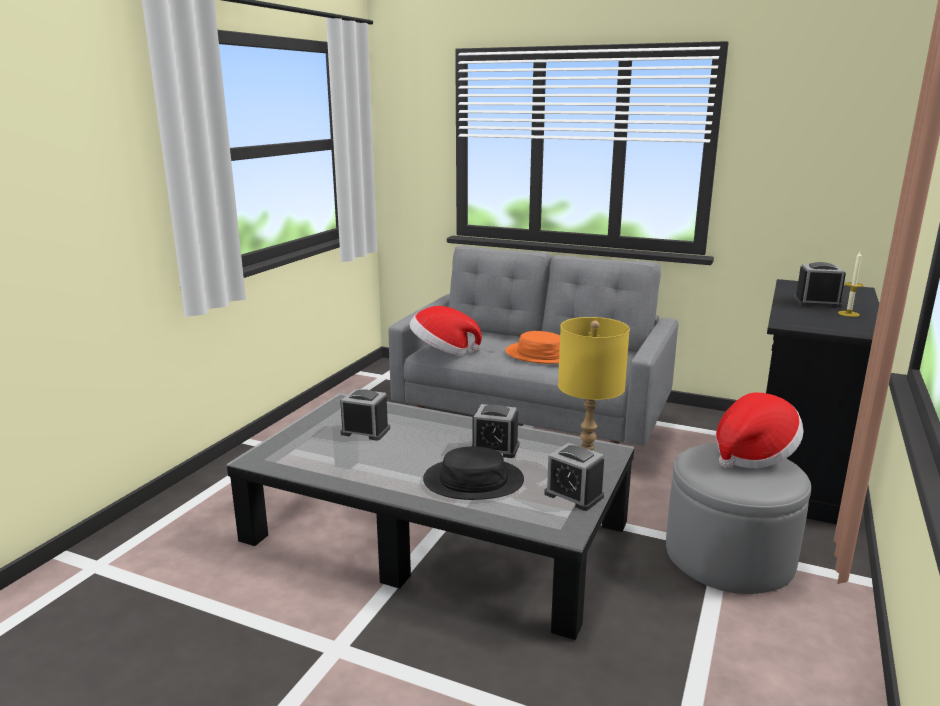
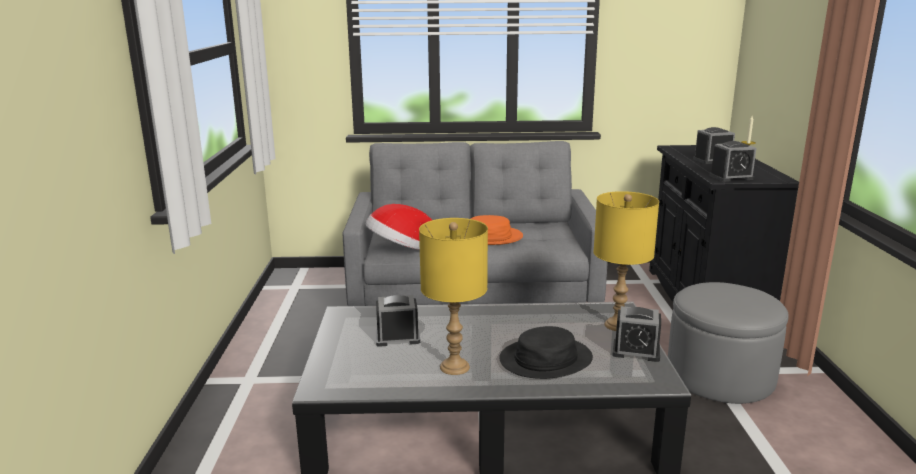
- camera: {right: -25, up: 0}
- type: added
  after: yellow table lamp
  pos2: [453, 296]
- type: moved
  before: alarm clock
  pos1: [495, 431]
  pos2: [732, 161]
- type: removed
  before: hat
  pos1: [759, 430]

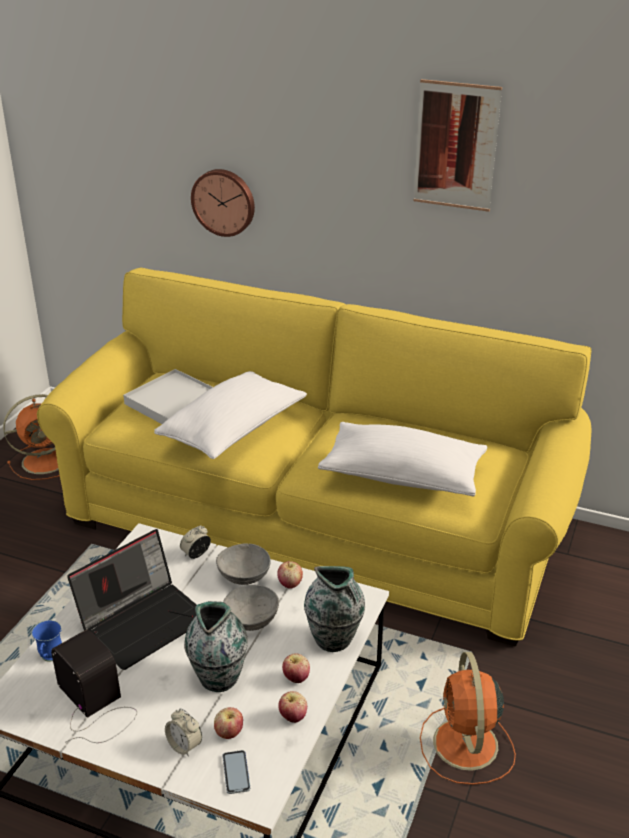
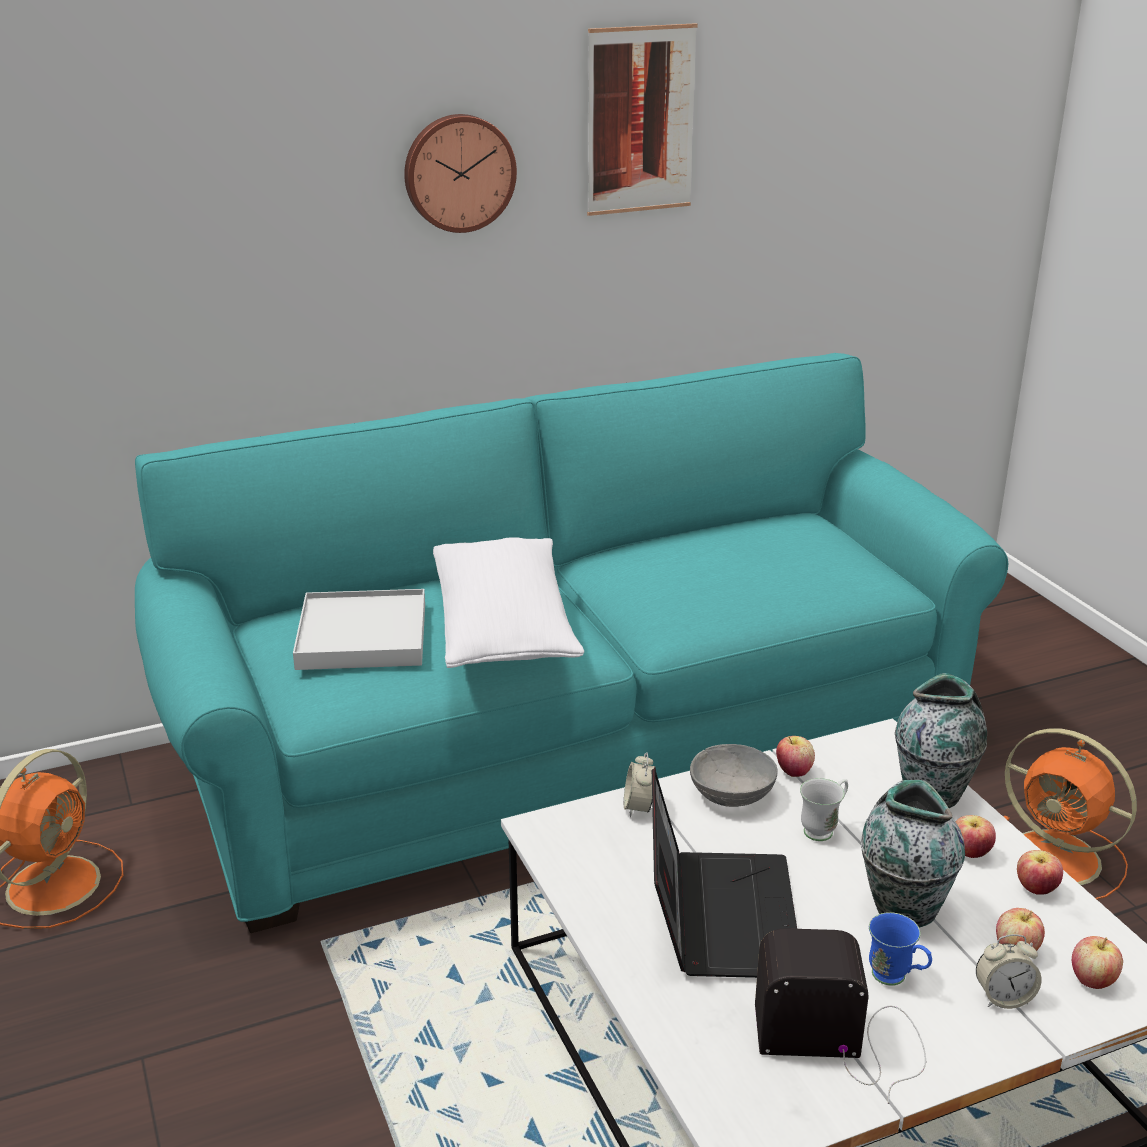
- camera: {right: -45, up: -5}
- type: recoloured
  before: yellow sofa
  after: turquoise sofa
  pos1: [314, 456]
  pos2: [571, 643]
- type: moved
  before: wall clock
  pos1: [223, 203]
  pos2: [460, 173]
- type: replaced
  before: grey bowl
  after: white mug
  pos1: [251, 608]
  pos2: [824, 809]
- type: moved
  before: blue mug
  pos1: [47, 641]
  pos2: [900, 949]
- type: replaced
  before: phone
  after: apple
  pos1: [236, 772]
  pos2: [1097, 962]
- type: removed
  before: white pillow
  pos1: [402, 459]

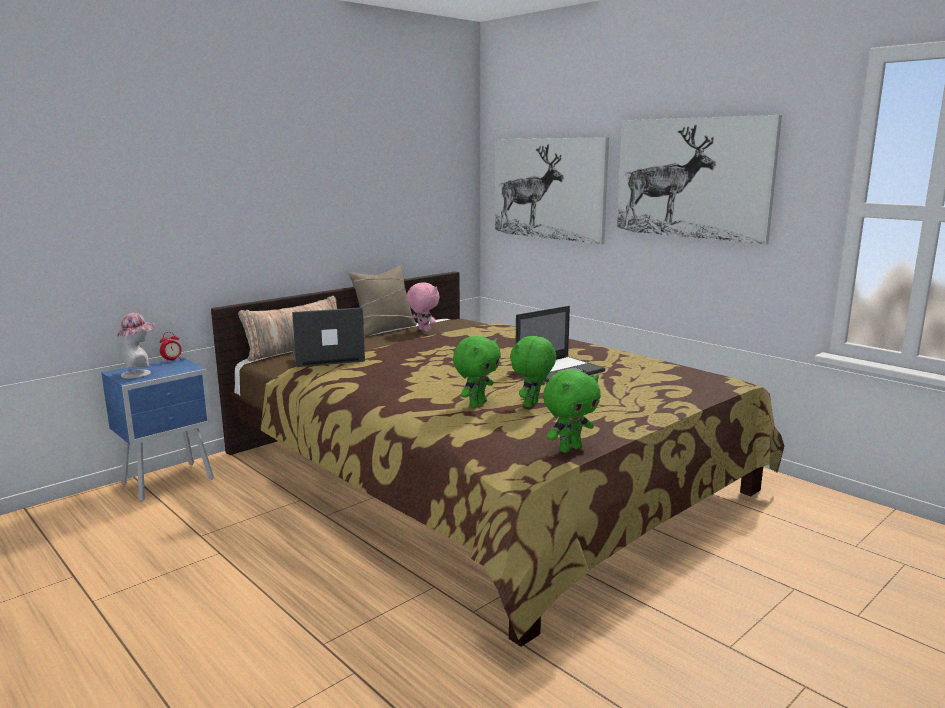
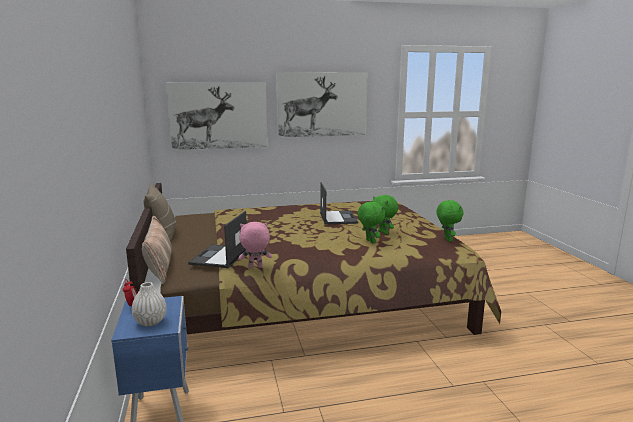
- camera: {right: -60, up: 0}
- type: replaced
  before: hat
  after: white vase
  pos1: [135, 346]
  pos2: [149, 304]
- type: moved
  before: pink plush toy
  pos1: [423, 307]
  pos2: [255, 245]

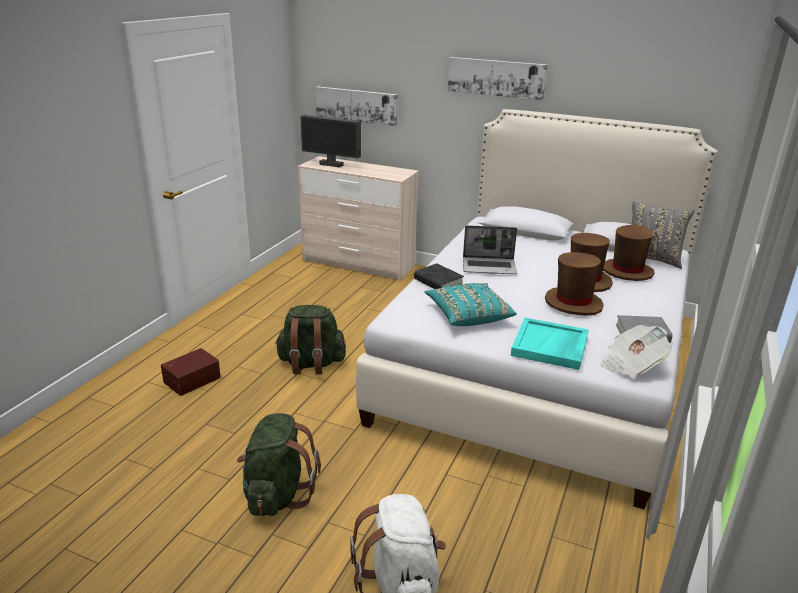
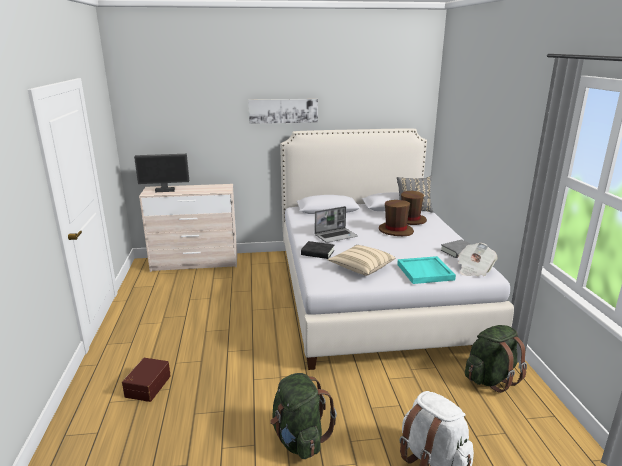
- camera: {right: -30, up: -5}
- type: recoloured
  before: turquoise pillow
  after: beige pillow
  pos1: [470, 304]
  pos2: [361, 260]
- type: moved
  before: green backpack
  pos1: [310, 339]
  pos2: [496, 359]
- type: removed
  before: picture
  pos1: [356, 106]
- type: removed
  before: brown hat
  pos1: [574, 283]

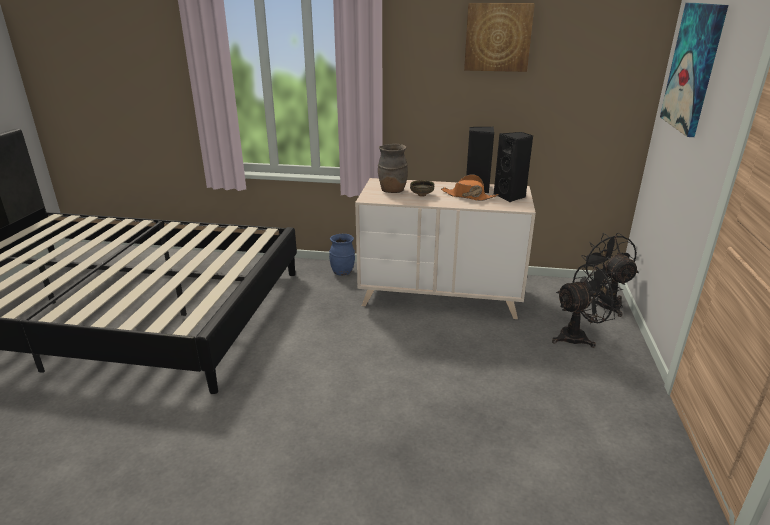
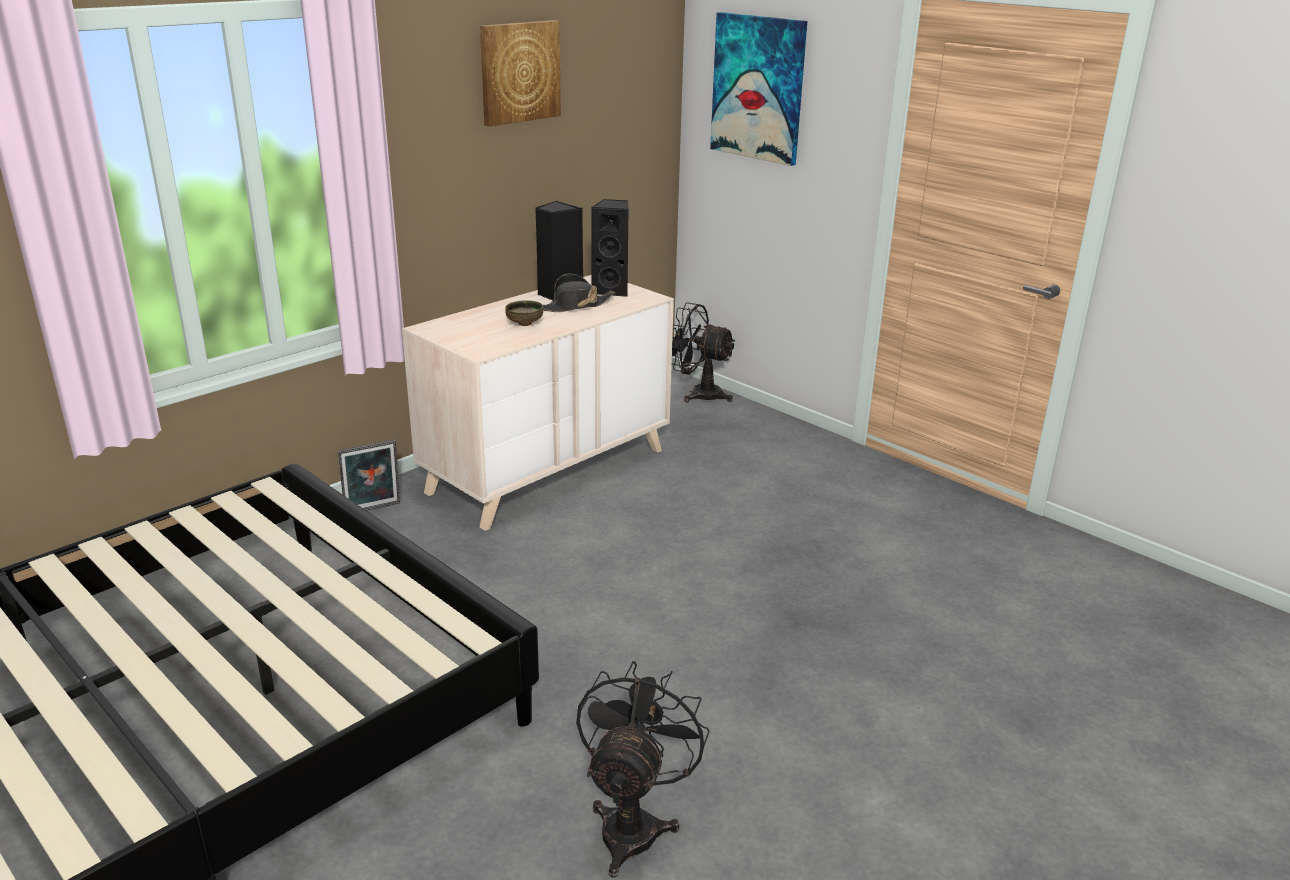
- camera: {right: -55, up: 0}
- type: replaced
  before: blue vase
  after: picture frame
  pos1: [342, 254]
  pos2: [369, 475]
- type: recoloured
  before: orange hat
  after: black hat
  pos1: [470, 187]
  pos2: [579, 293]
- type: moved
  before: black fan
  pos1: [587, 305]
  pos2: [643, 769]
- type: removed
  before: brown vase
  pos1: [393, 168]

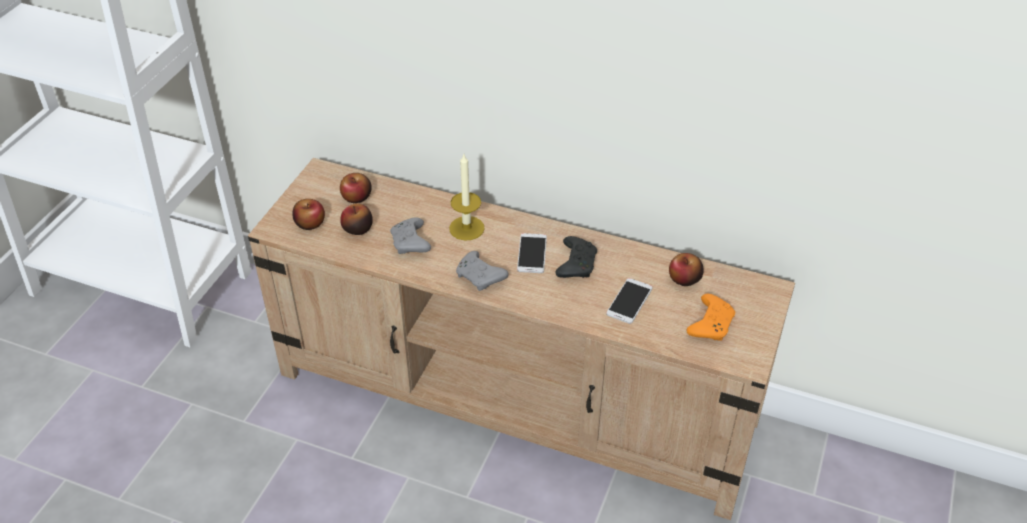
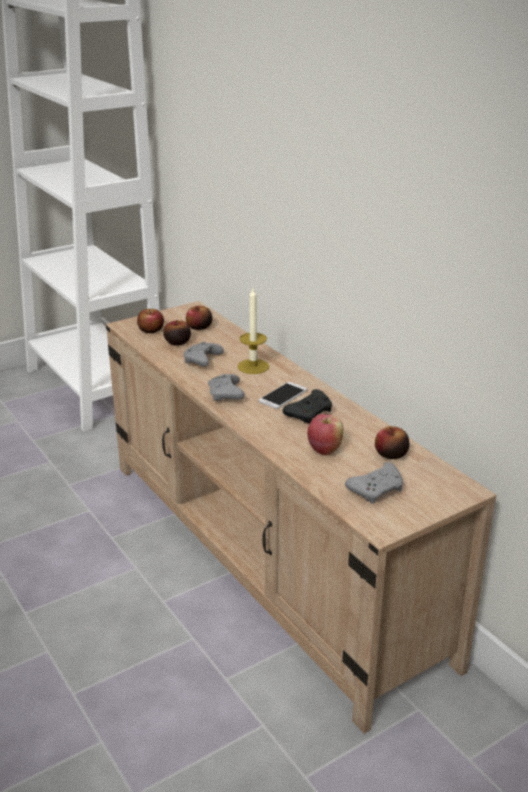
- camera: {right: 35, up: -15}
- type: replaced
  before: phone
  after: apple
  pos1: [629, 301]
  pos2: [325, 434]
- type: recoloured
  before: orange game controller
  after: grey game controller
  pos1: [711, 317]
  pos2: [374, 483]

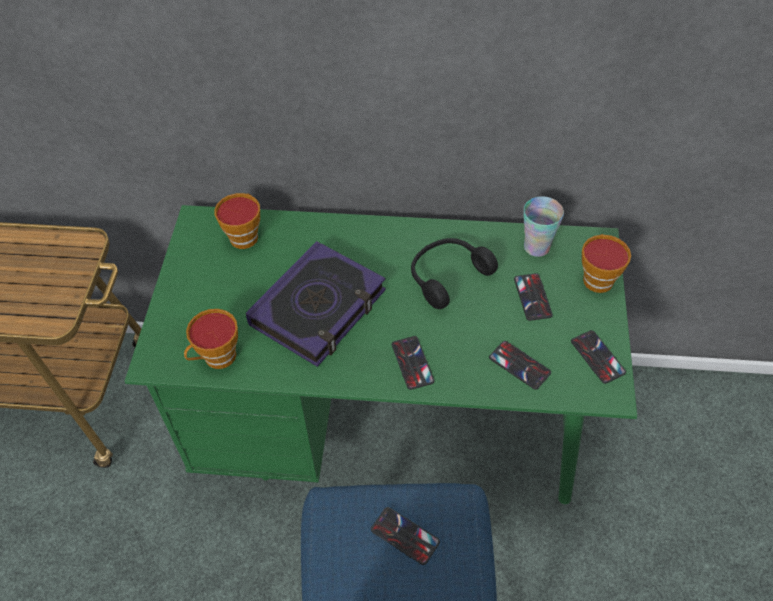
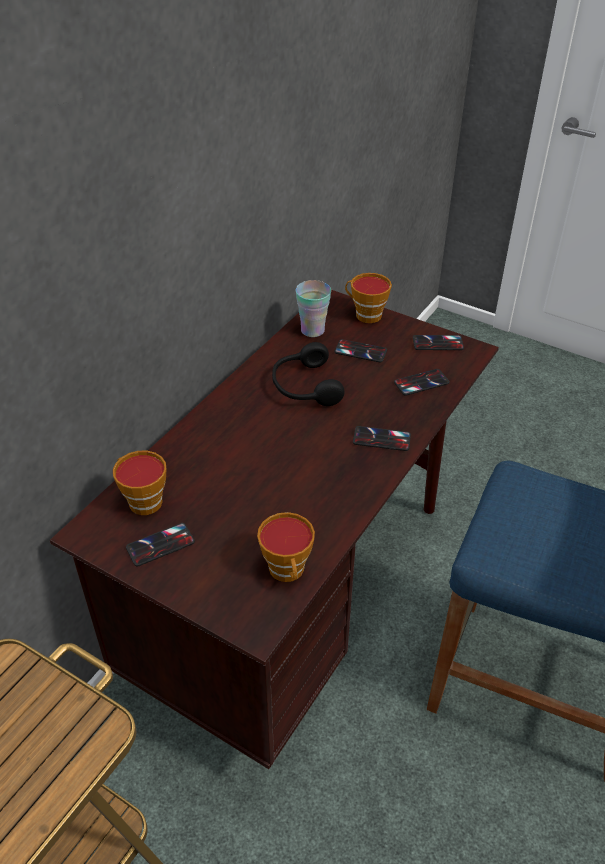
- camera: {right: -65, up: -10}
- type: recoloured
  before: green desk
  after: brown desk
  pos1: [381, 355]
  pos2: [274, 529]
- type: moved
  before: phone
  pos1: [405, 536]
  pos2: [160, 545]
- type: removed
  before: book
  pos1: [316, 304]

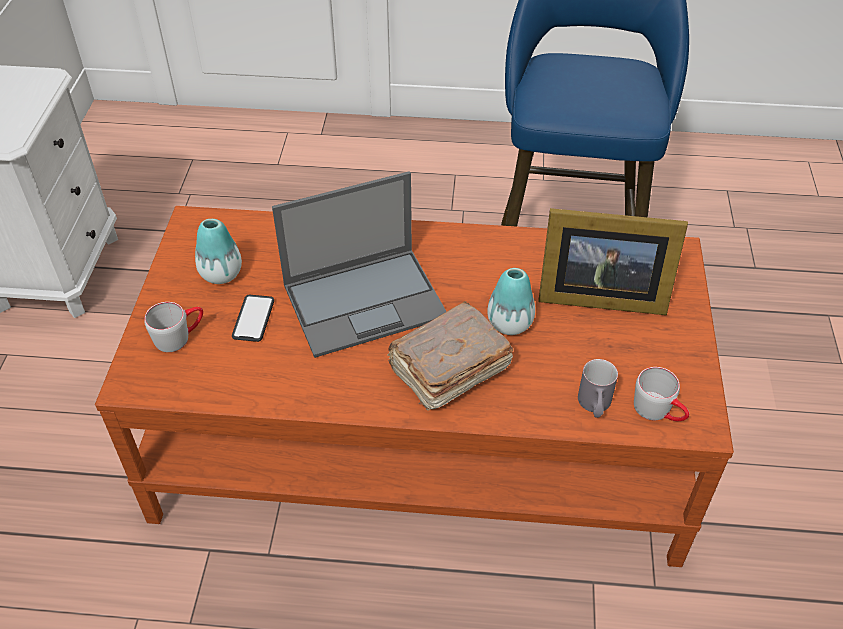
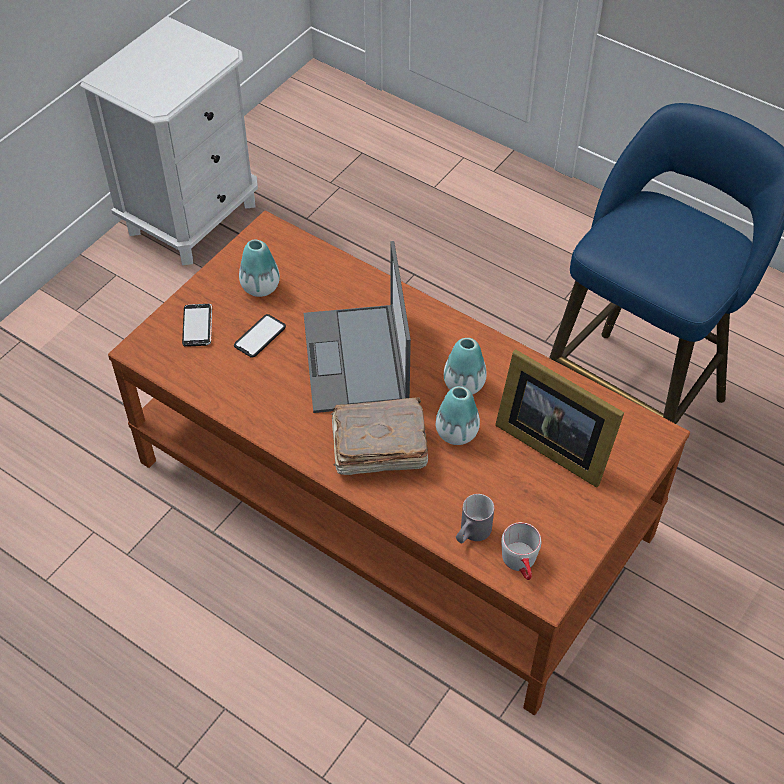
- camera: {right: 30, up: 5}
- type: replaced
  before: grey mug
  after: phone
  pos1: [173, 327]
  pos2: [197, 325]
- type: turned
  before: laptop
  pos1: [359, 264]
  pos2: [357, 327]
  turn: 75
- type: added
  after: vase
  pos2: [465, 366]

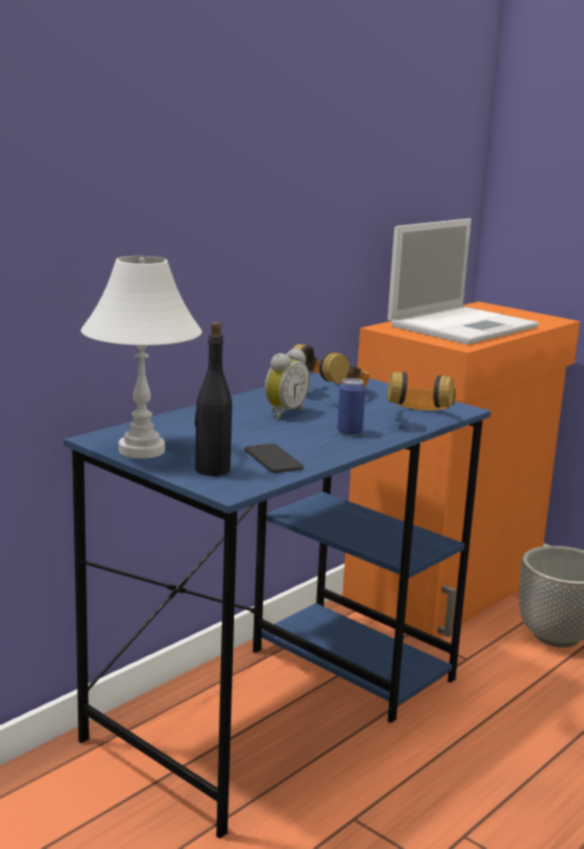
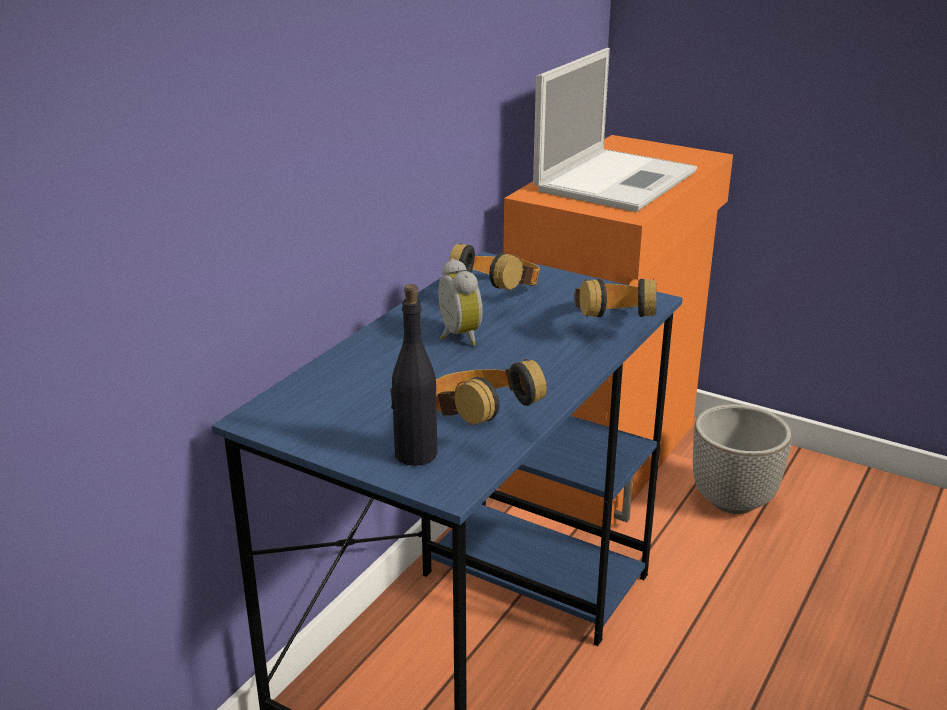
- camera: {right: -10, up: 10}
- type: replaced
  before: phone
  after: headphones
  pos1: [274, 458]
  pos2: [491, 392]
- type: turned
  before: alarm clock
  pos1: [287, 383]
  pos2: [460, 302]
  turn: -45
- type: removed
  before: white table lamp
  pos1: [141, 357]
- type: removed
  before: can
  pos1: [351, 406]

